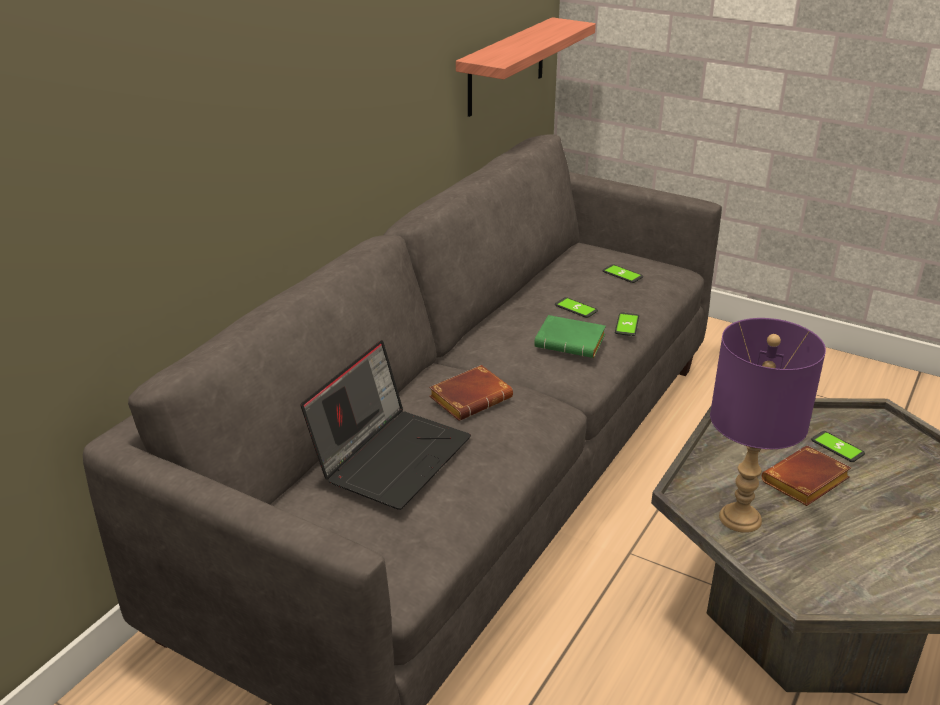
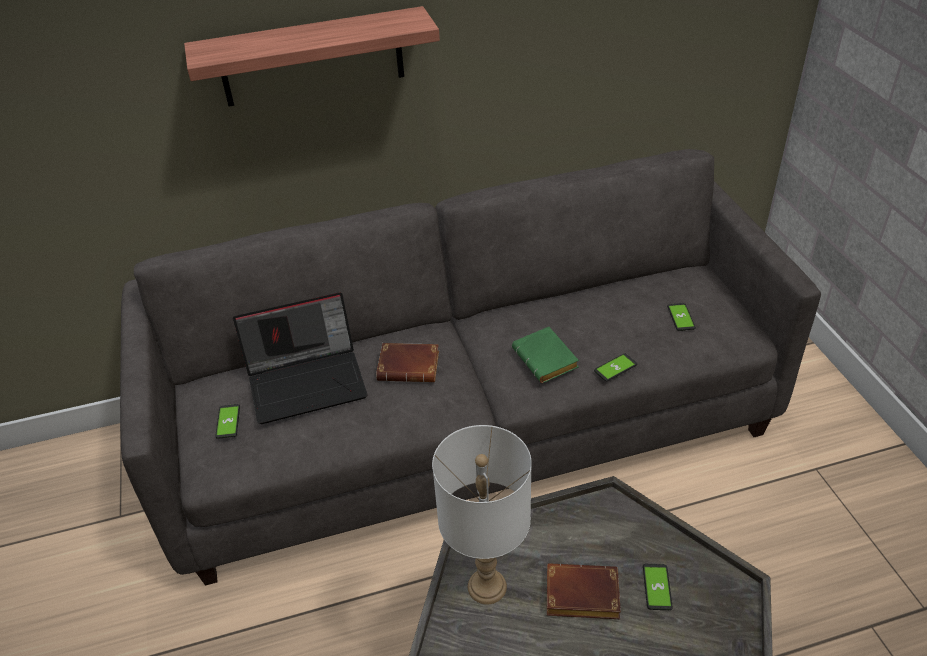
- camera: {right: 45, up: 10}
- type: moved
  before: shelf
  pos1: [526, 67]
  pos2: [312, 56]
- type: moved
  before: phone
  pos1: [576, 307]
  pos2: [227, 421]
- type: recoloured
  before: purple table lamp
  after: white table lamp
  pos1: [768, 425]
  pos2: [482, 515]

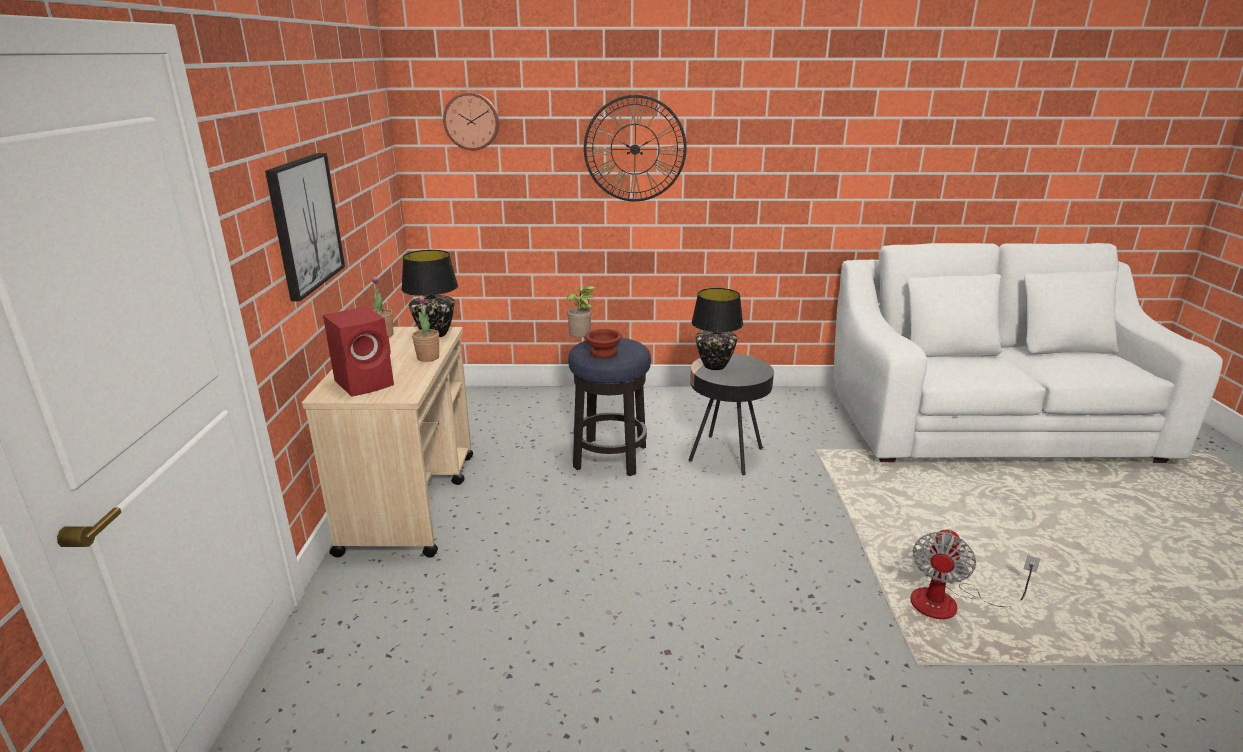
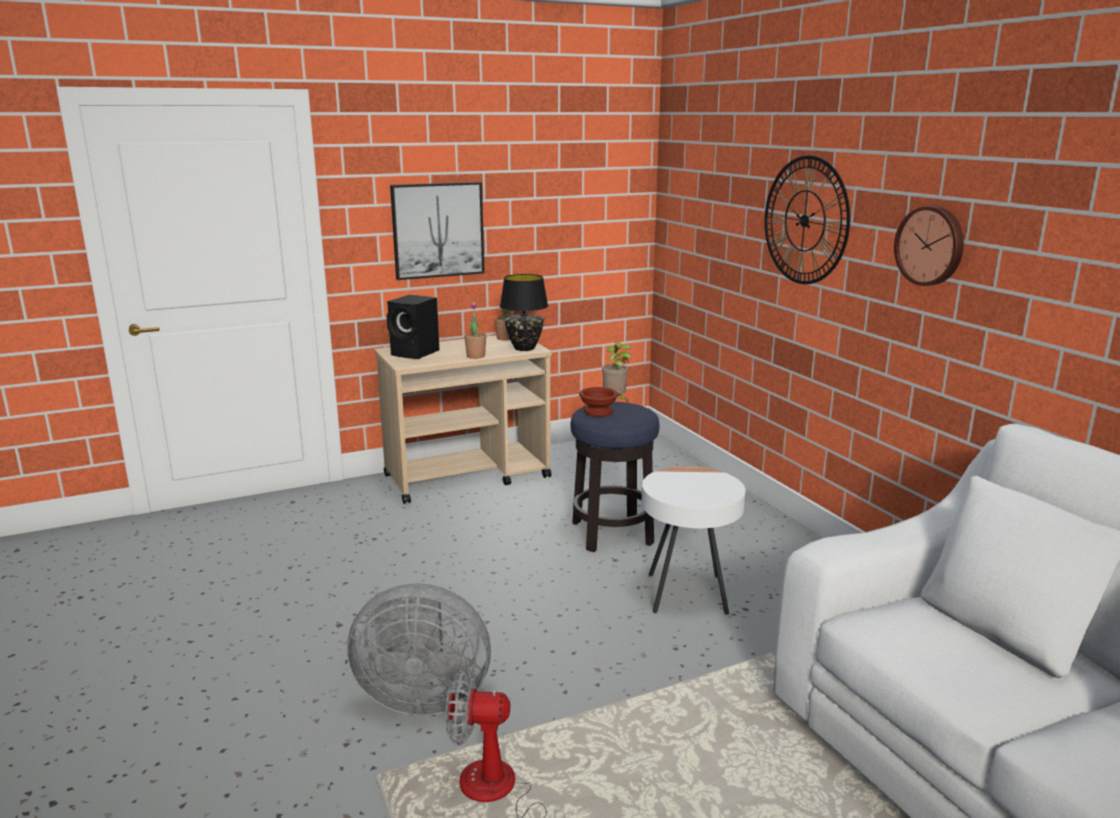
- camera: {right: 65, up: -5}
- type: added
  after: grey fan
  pos2: [419, 649]
- type: recoloured
  before: red speaker
  after: black speaker
  pos1: [358, 351]
  pos2: [413, 327]
- type: recoloured
  before: black side table
  after: white side table
  pos1: [731, 414]
  pos2: [694, 540]
- type: moved
  before: wall clock
  pos1: [471, 121]
  pos2: [929, 246]
- type: removed
  before: black table lamp
  pos1: [717, 329]

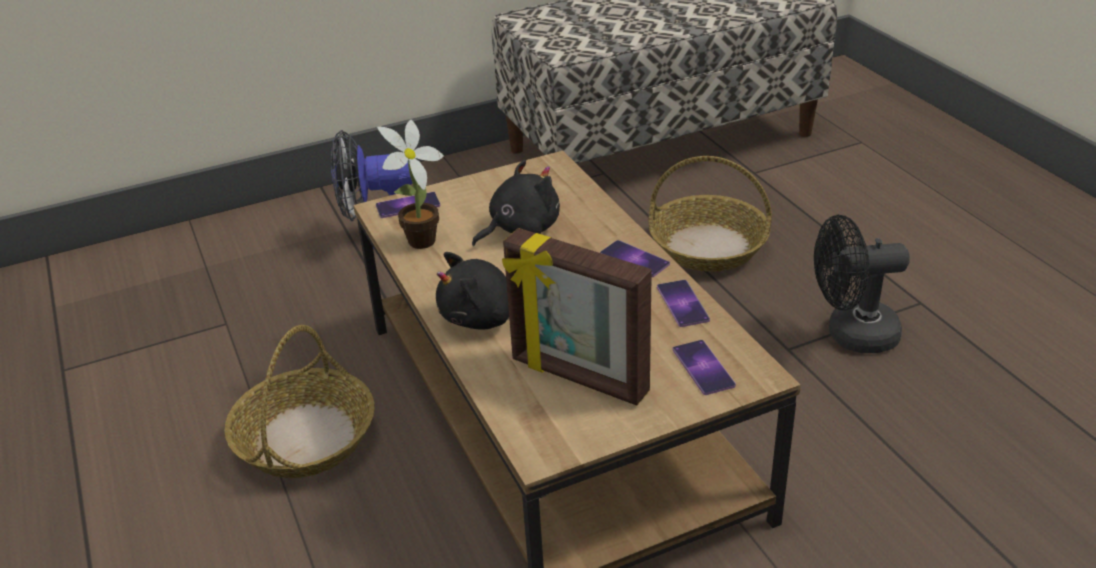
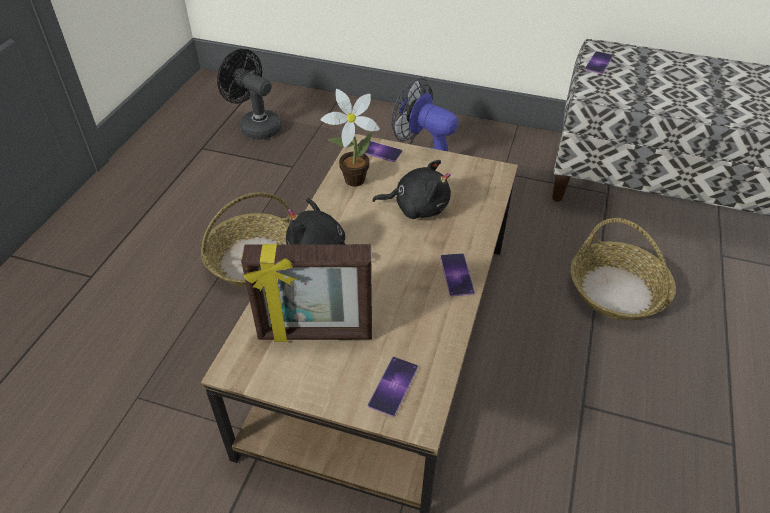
- camera: {right: 40, up: 10}
- type: moved
  before: black fan
  pos1: [862, 284]
  pos2: [249, 94]
- type: turned
  before: picture frame
  pos1: [577, 317]
  pos2: [306, 293]
  turn: -75
- type: moved
  before: phone
  pos1: [683, 303]
  pos2: [599, 62]

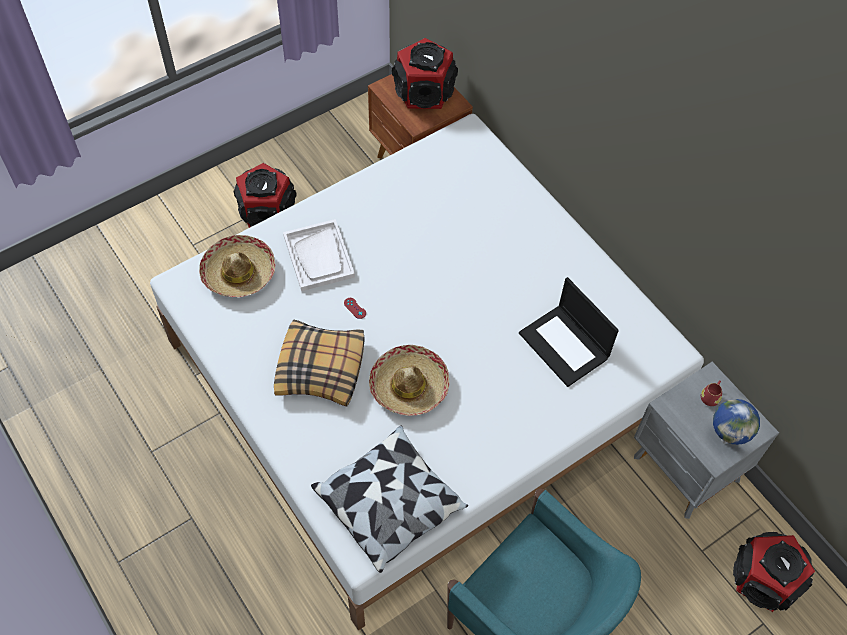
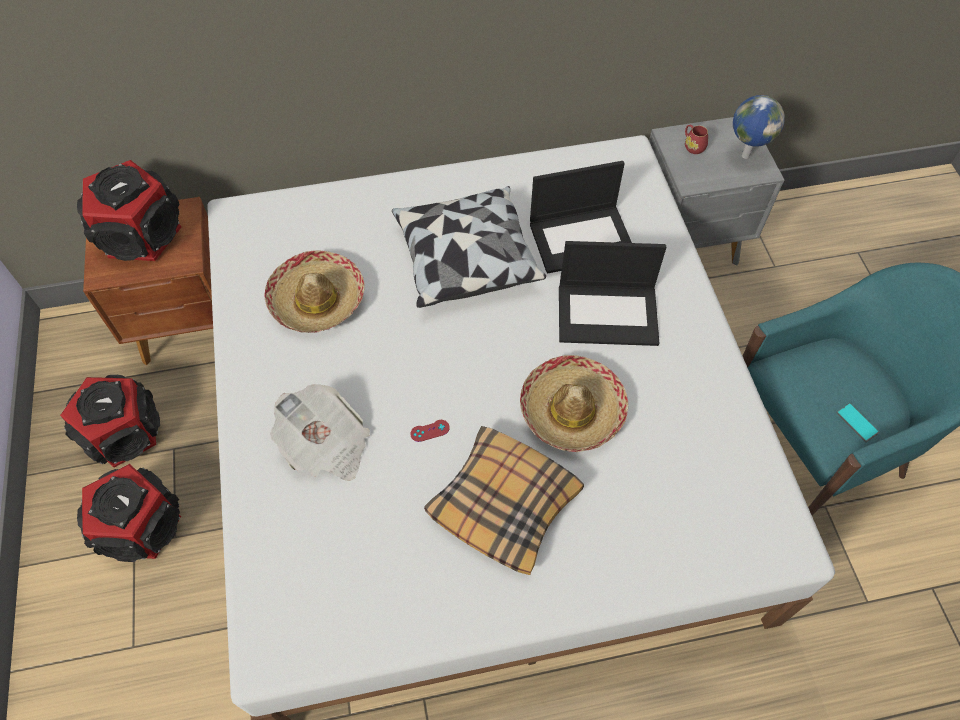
- camera: {right: -65, up: 0}
- type: moved
  before: speaker
  pos1: [774, 572]
  pos2: [110, 421]
- type: moved
  before: hat
  pos1: [237, 266]
  pos2: [314, 292]
- type: replaced
  before: white tray
  after: newspaper
  pos1: [319, 255]
  pos2: [320, 432]
- type: moved
  before: pillow
  pos1: [389, 499]
  pos2: [469, 247]
- type: added
  after: laptop
  pos2: [612, 293]
- type: added
  after: phone
  pos2: [858, 422]

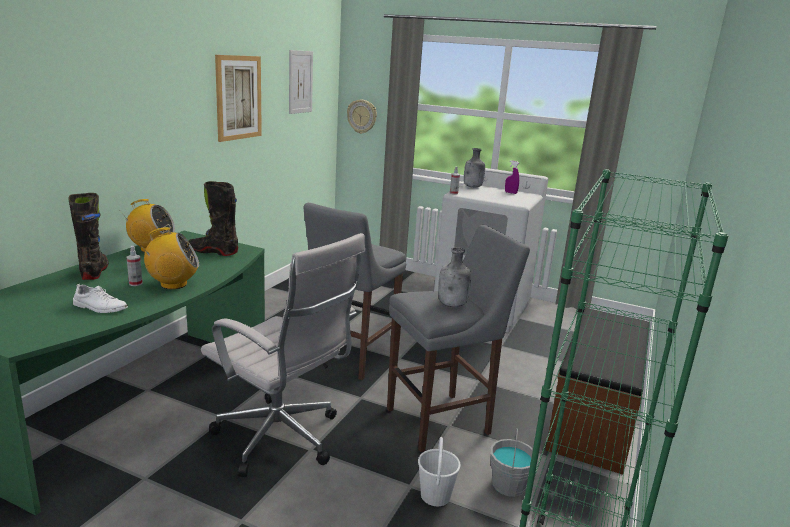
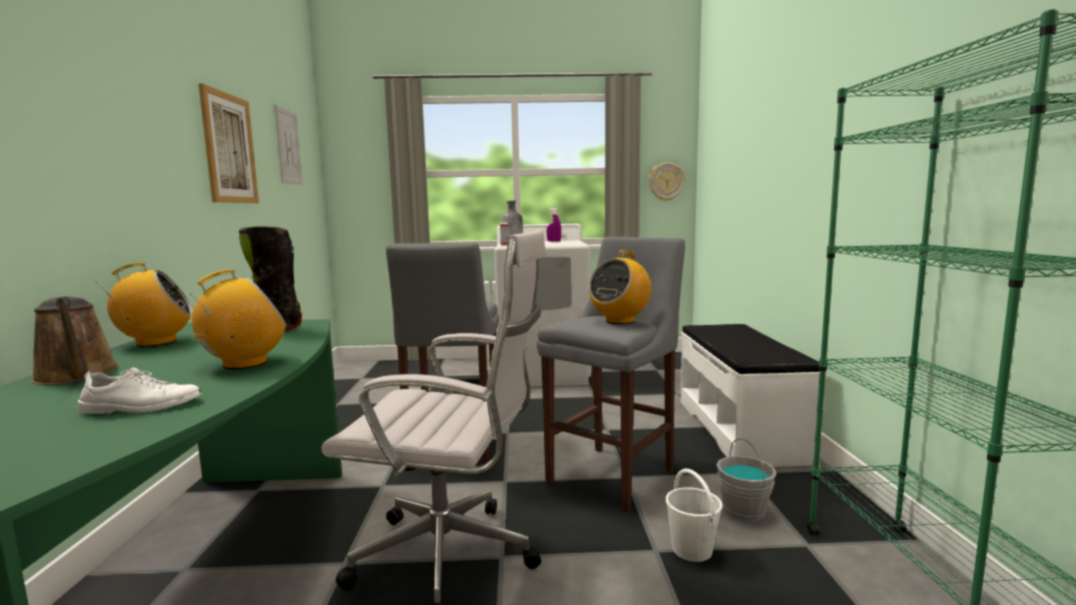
- camera: {right: -25, up: -10}
- type: replaced
  before: black boot
  after: brown watering can
  pos1: [88, 236]
  pos2: [75, 340]
- type: replaced
  before: grey bottle
  after: radio
  pos1: [454, 277]
  pos2: [620, 287]
- type: moved
  before: wall clock
  pos1: [362, 117]
  pos2: [666, 182]
- type: recoloured
  before: brown bench
  after: white bench
  pos1: [598, 391]
  pos2: [750, 395]
- type: removed
  before: spray bottle
  pos1: [135, 266]

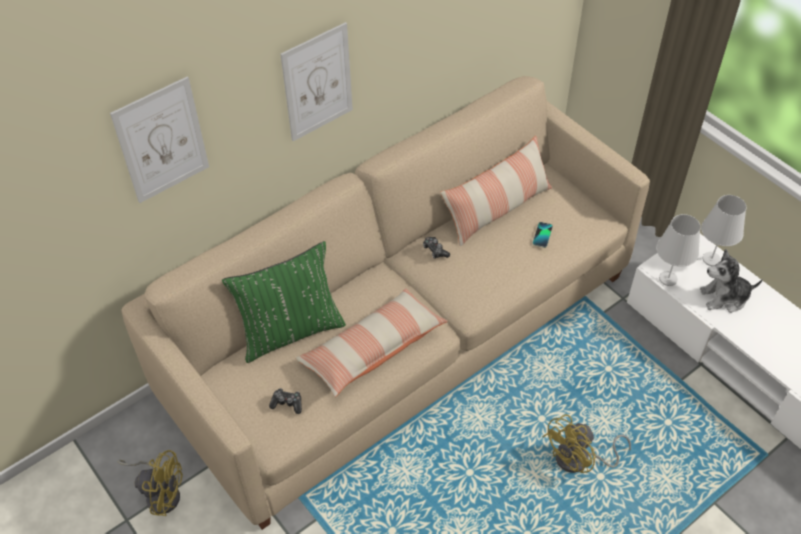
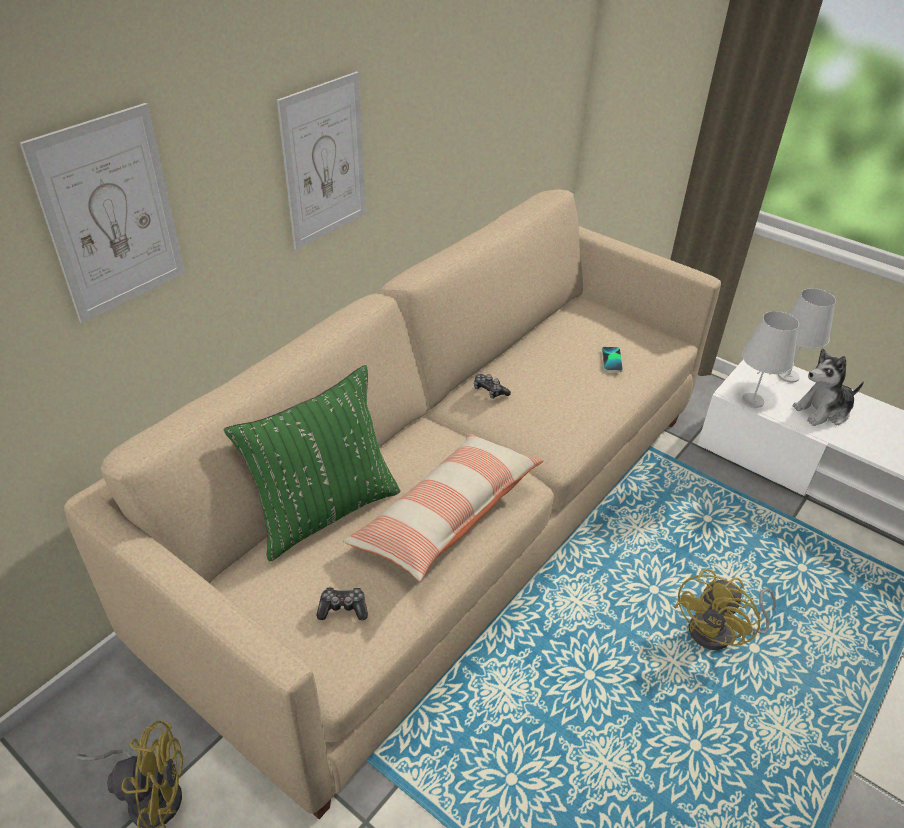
- camera: {right: -15, up: -10}
- type: removed
  before: pillow
  pos1: [496, 191]

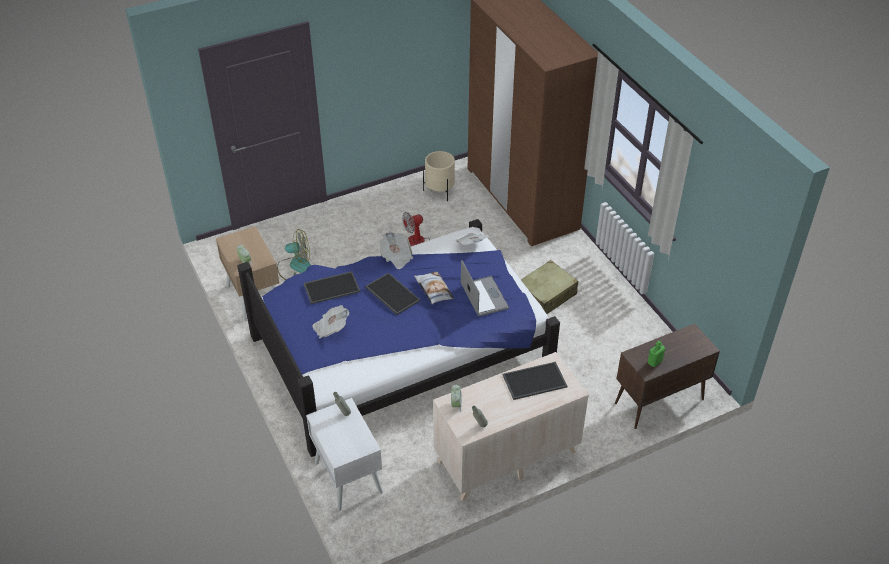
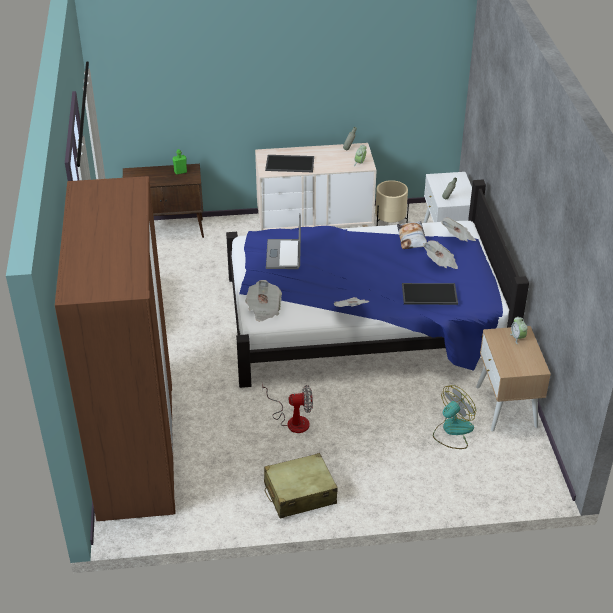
- camera: {right: -160, up: -5}
- type: moved
  before: beige suitcase
  pos1: [549, 287]
  pos2: [301, 486]
- type: moved
  before: beige planter
  pos1: [439, 176]
  pos2: [392, 203]
- type: moved
  before: pillow
  pos1: [434, 288]
  pos2: [412, 235]
- type: turned
  before: fan
  pos1: [294, 254]
  pos2: [454, 417]
  turn: 120
- type: added
  after: newspaper
  pos2: [458, 230]
- type: removed
  before: tray
  pos1: [392, 293]

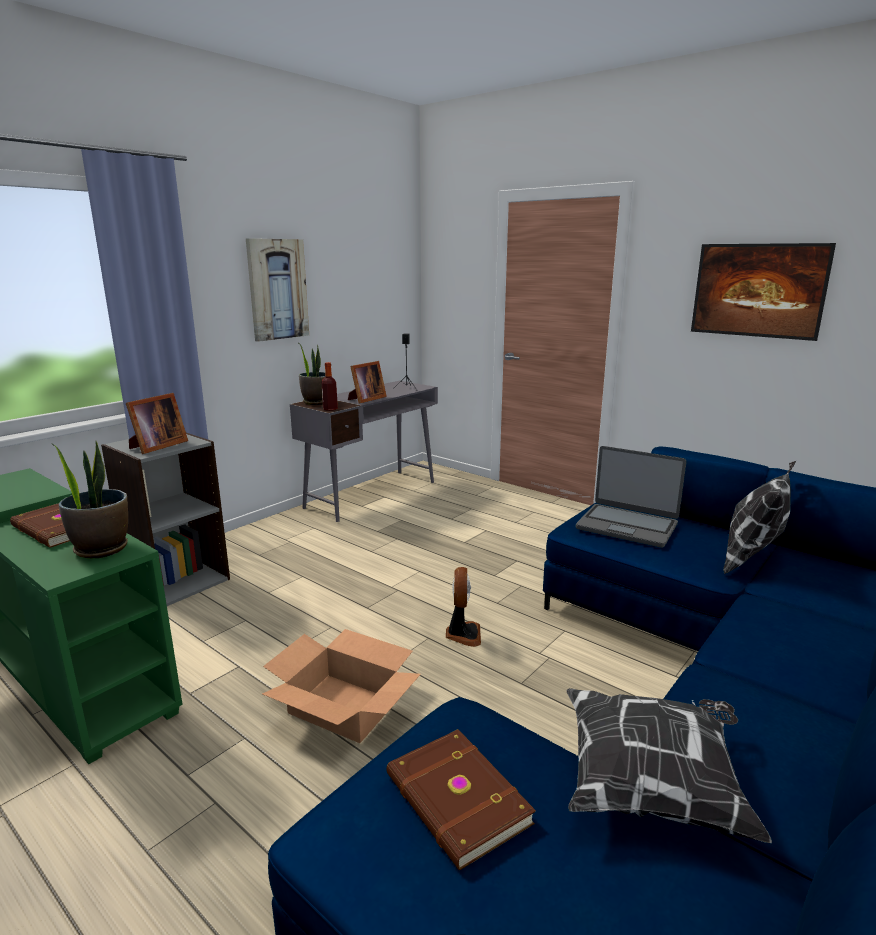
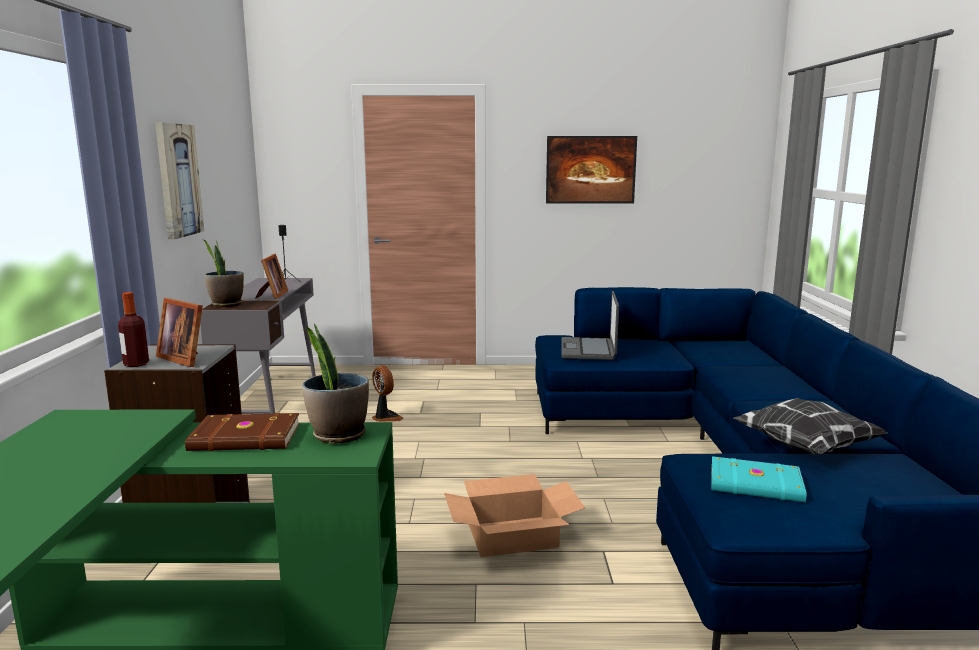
- camera: {right: -40, up: -5}
- type: moved
  before: bottle
  pos1: [330, 386]
  pos2: [133, 329]
- type: turned
  before: picture frame
  pos1: [157, 423]
  pos2: [179, 332]
  turn: 135
- type: moved
  before: fan
  pos1: [463, 607]
  pos2: [388, 393]
- type: turned
  before: laptop
  pos1: [631, 497]
  pos2: [590, 325]
  turn: 105
- type: recoloured
  before: brown book
  after: turquoise book
  pos1: [461, 799]
  pos2: [759, 479]
- type: removed
  before: pillow
  pos1: [759, 517]

